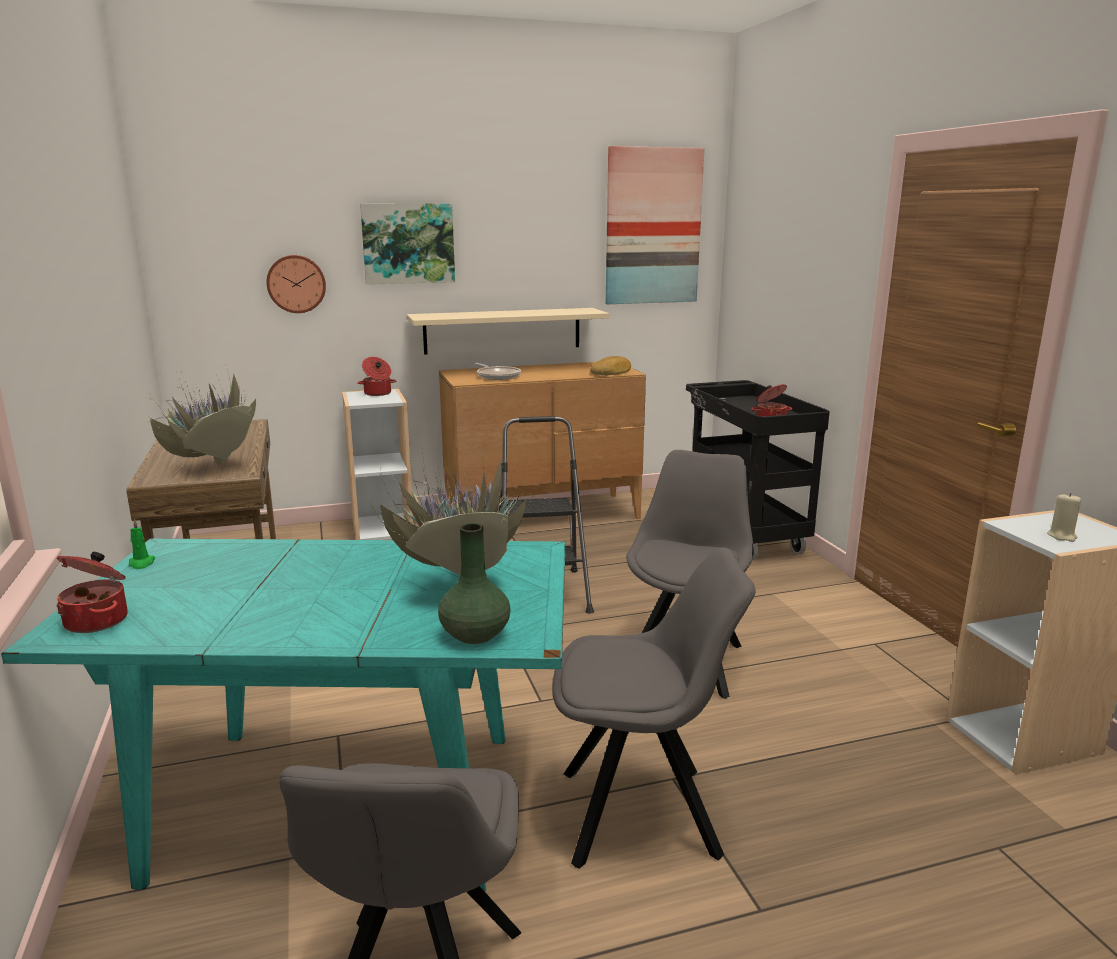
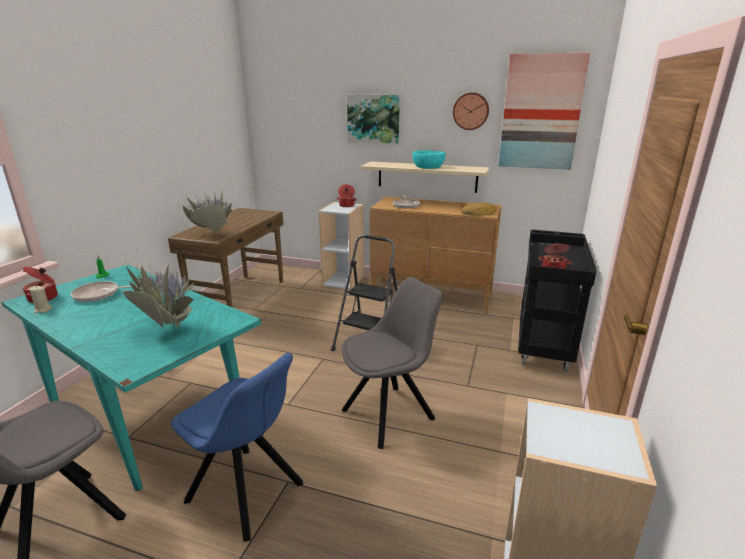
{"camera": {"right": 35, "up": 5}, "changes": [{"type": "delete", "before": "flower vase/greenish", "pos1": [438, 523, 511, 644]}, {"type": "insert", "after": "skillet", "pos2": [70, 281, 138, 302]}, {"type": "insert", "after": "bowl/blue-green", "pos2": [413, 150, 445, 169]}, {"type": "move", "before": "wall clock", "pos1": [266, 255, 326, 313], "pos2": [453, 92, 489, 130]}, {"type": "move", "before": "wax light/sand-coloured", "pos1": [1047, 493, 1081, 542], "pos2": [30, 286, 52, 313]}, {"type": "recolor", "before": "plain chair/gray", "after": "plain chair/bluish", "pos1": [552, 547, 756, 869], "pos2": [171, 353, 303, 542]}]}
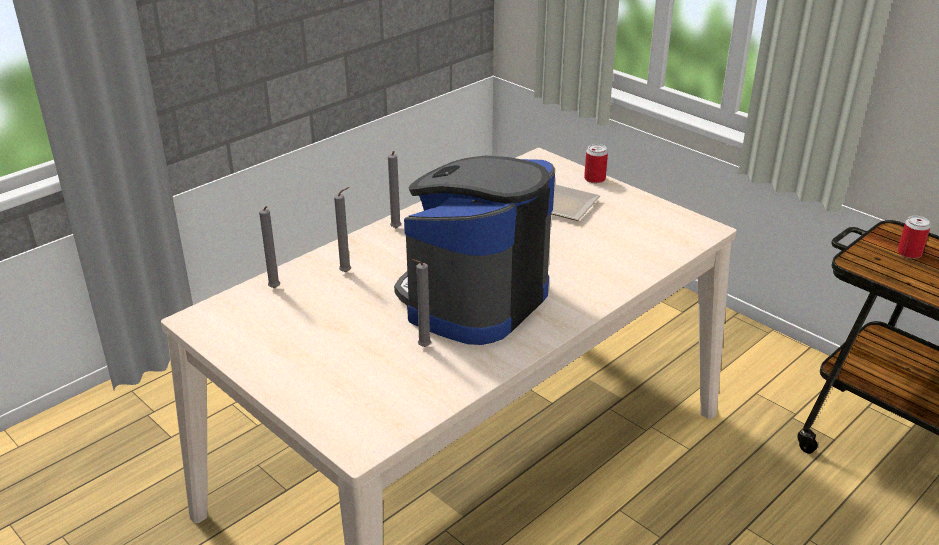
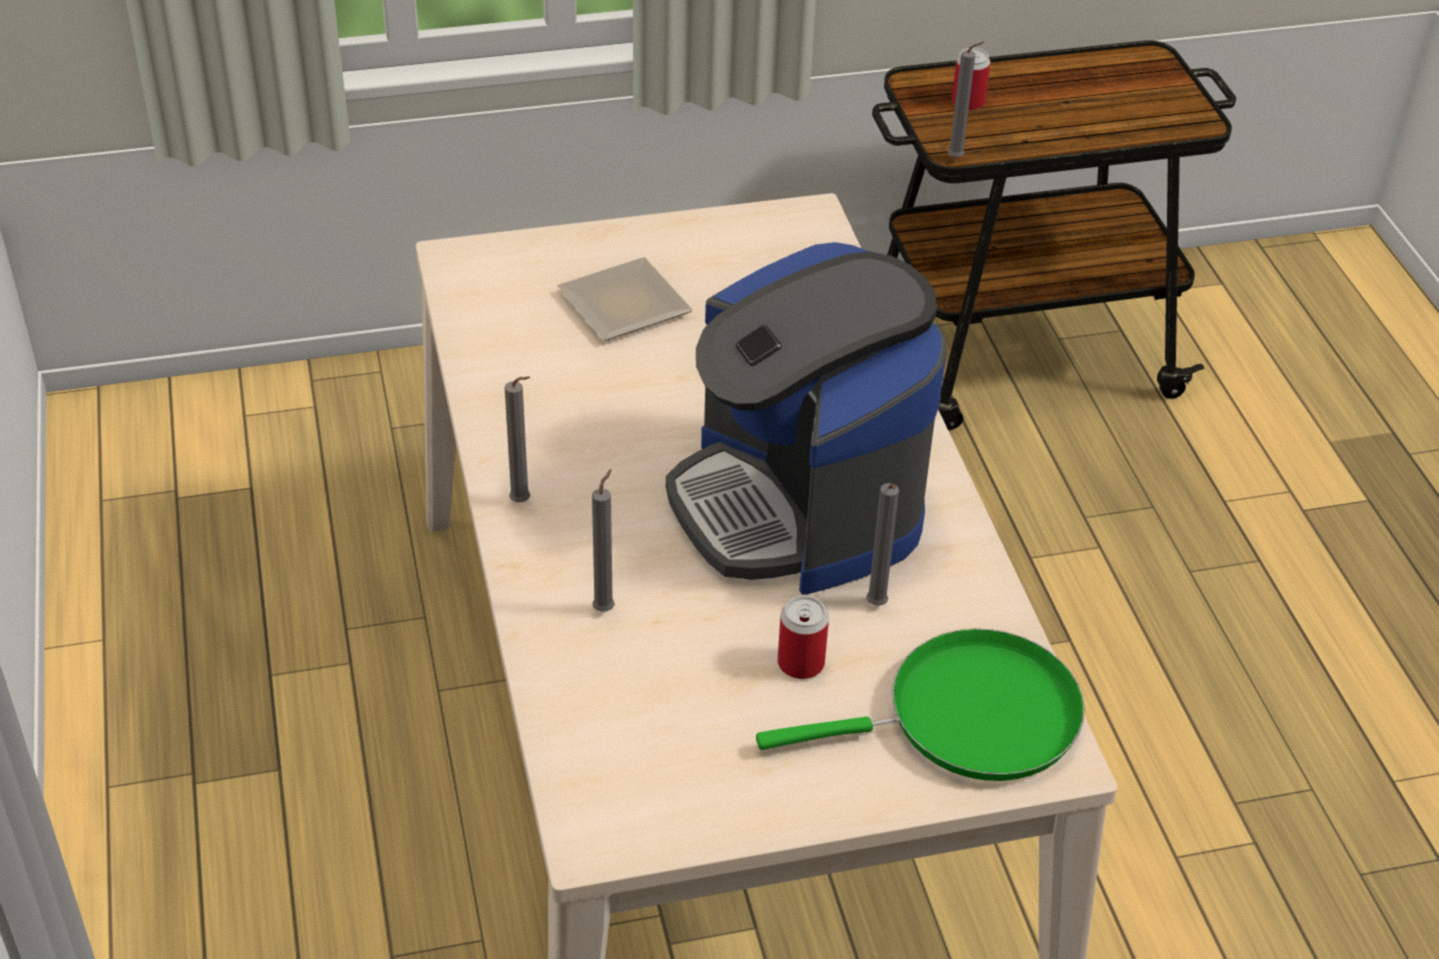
{"camera": {"right": -60, "up": 10}, "changes": [{"type": "insert", "after": "skillet/greenish", "pos2": [756, 629, 1085, 781]}, {"type": "move", "before": "wax light/gray", "pos1": [259, 206, 280, 288], "pos2": [948, 42, 985, 158]}, {"type": "move", "before": "metal can", "pos1": [584, 144, 608, 183], "pos2": [778, 596, 829, 679]}]}
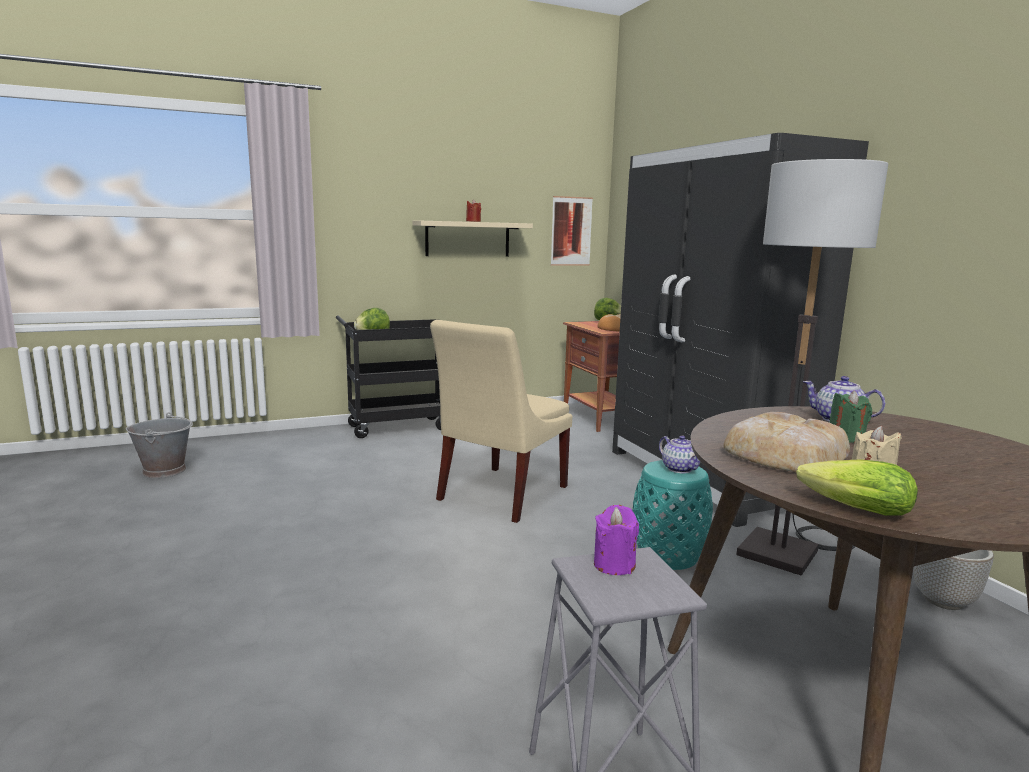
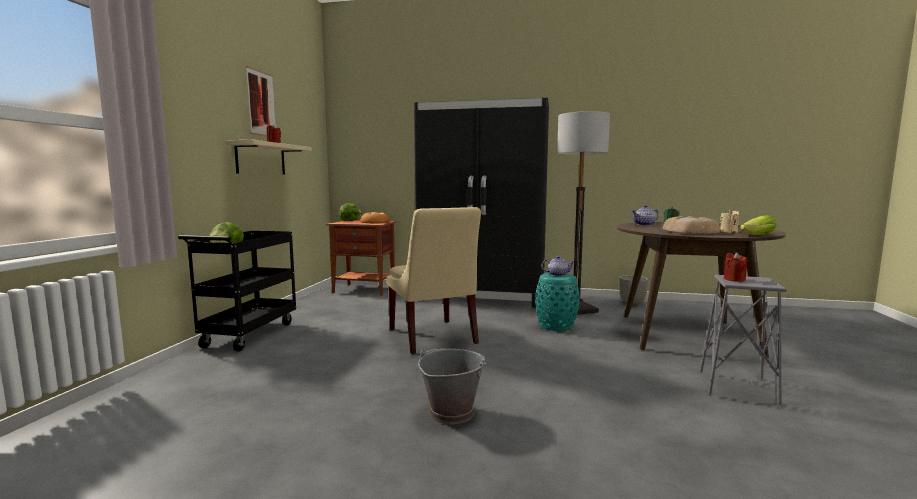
{"camera": {"right": -55, "up": -5}, "changes": [{"type": "move", "before": "pail/gray", "pos1": [126, 412, 193, 478], "pos2": [418, 349, 487, 424]}, {"type": "move", "before": "picture", "pos1": [550, 196, 593, 266], "pos2": [246, 66, 276, 136]}, {"type": "recolor", "before": "wax light/purple", "after": "wax light/reddish", "pos1": [594, 505, 639, 575], "pos2": [724, 252, 748, 282]}]}
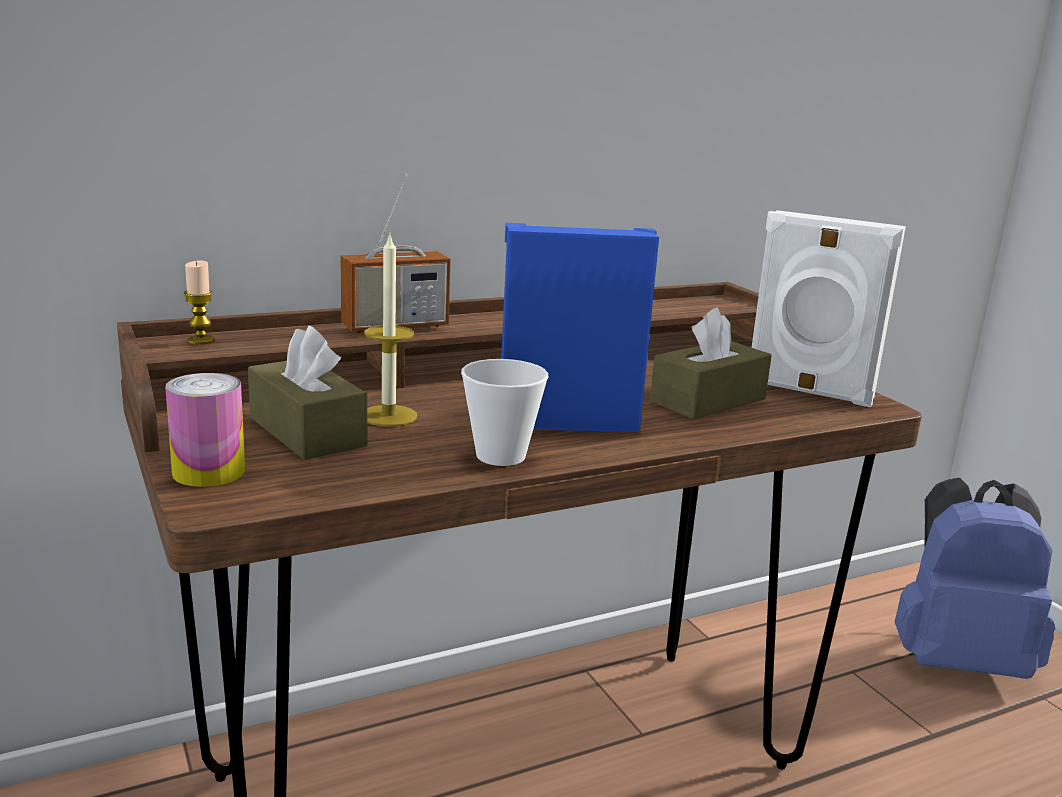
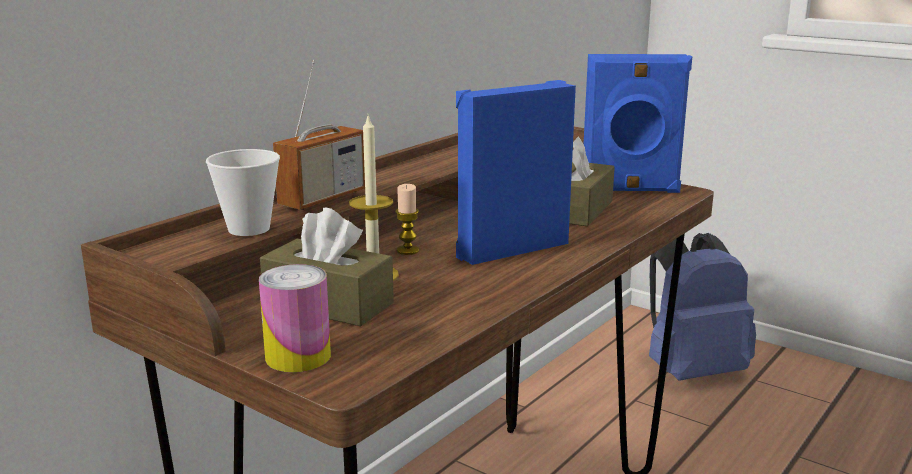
{"camera": {"right": -25, "up": 0}, "changes": [{"type": "move", "before": "wax light", "pos1": [184, 261, 215, 345], "pos2": [396, 184, 419, 255]}, {"type": "move", "before": "small cup", "pos1": [461, 359, 548, 466], "pos2": [206, 149, 280, 236]}, {"type": "recolor", "before": "loudspeaker/white", "after": "loudspeaker/bluish", "pos1": [752, 210, 906, 407], "pos2": [584, 54, 692, 193]}]}
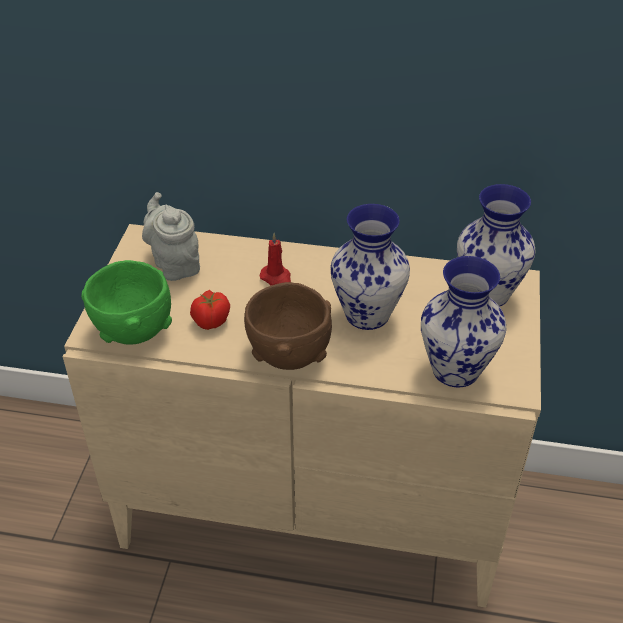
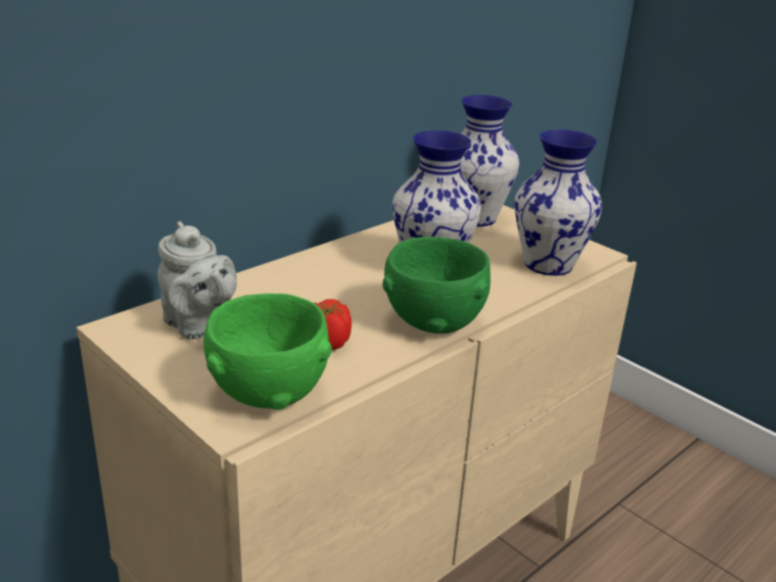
{"camera": {"right": -55, "up": -15}, "changes": [{"type": "delete", "before": "wax light/reddish", "pos1": [260, 233, 291, 286]}, {"type": "recolor", "before": "bowl/brown-coloured", "after": "bowl/greenish", "pos1": [244, 282, 332, 370], "pos2": [383, 236, 491, 334]}, {"type": "rotate", "before": "teapot/gray", "pos1": [142, 192, 200, 281], "pos2": [158, 221, 237, 339], "turn": -135}]}
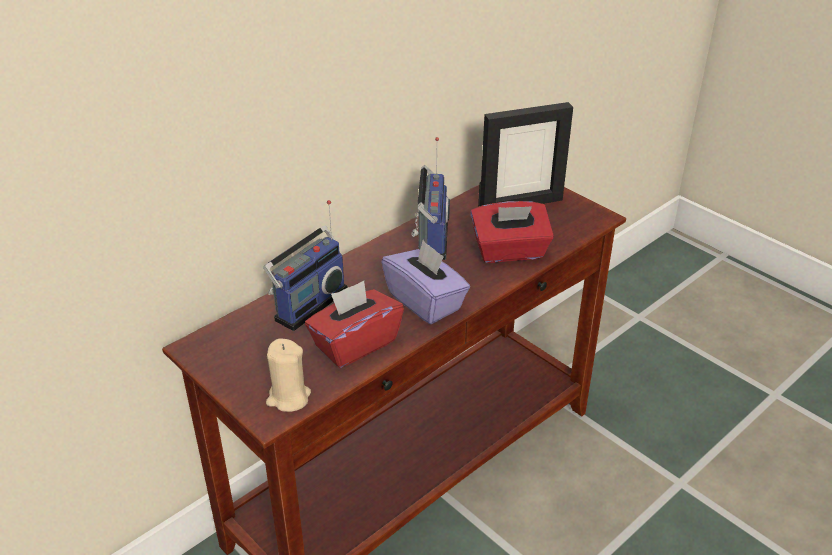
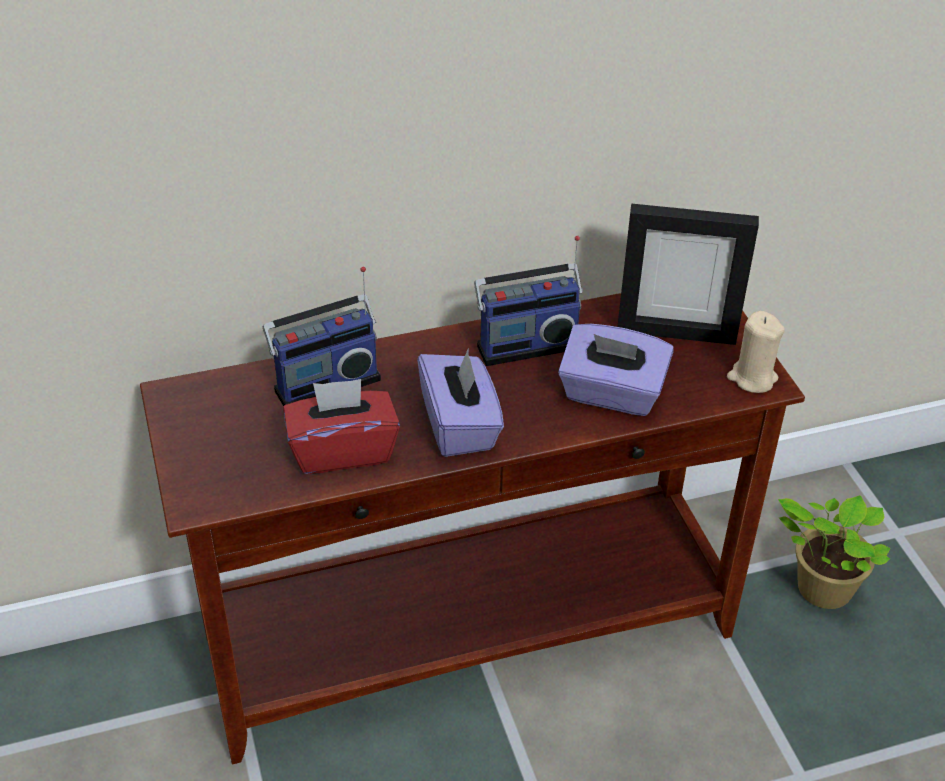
{"camera": {"right": 25, "up": 5}, "changes": [{"type": "insert", "after": "plant in a pot", "pos2": [778, 495, 890, 609]}, {"type": "move", "before": "wax light/sand-coloured", "pos1": [266, 339, 311, 412], "pos2": [727, 311, 785, 393]}, {"type": "recolor", "before": "tissue box/reddish", "after": "tissue box/purple", "pos1": [470, 201, 554, 263], "pos2": [558, 324, 674, 416]}, {"type": "rotate", "before": "radio receiver", "pos1": [411, 137, 450, 260], "pos2": [474, 236, 583, 366], "turn": 45}]}
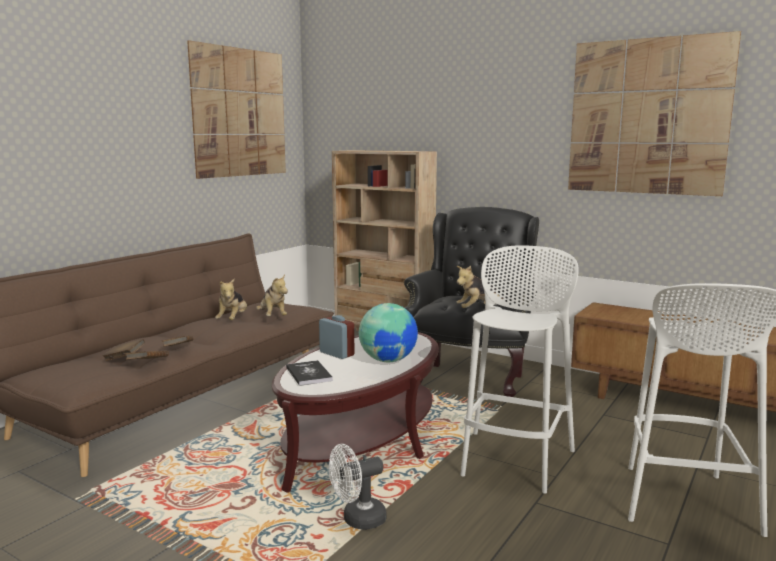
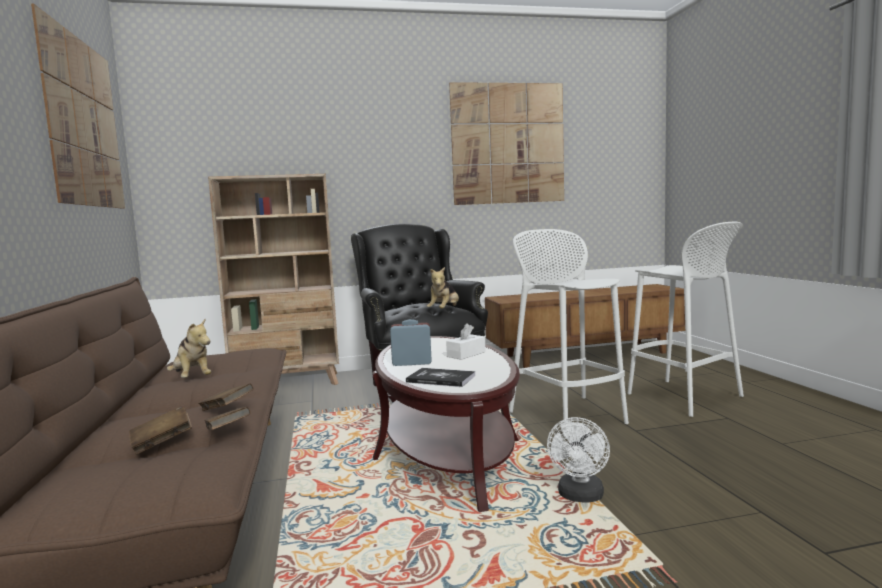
{"camera": {"right": -45, "up": -5}, "changes": [{"type": "delete", "before": "cuddly toy", "pos1": [256, 274, 288, 316]}, {"type": "replace", "before": "globe", "after": "tissue box/white", "pos1": [359, 303, 418, 362], "pos2": [446, 323, 486, 360]}]}
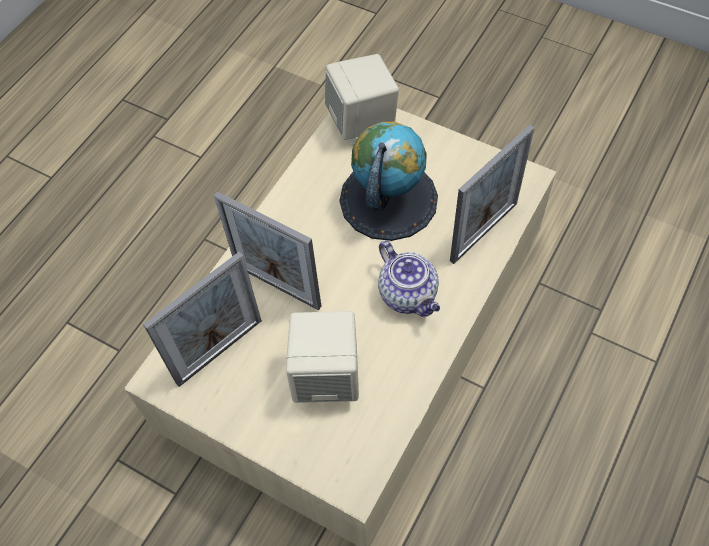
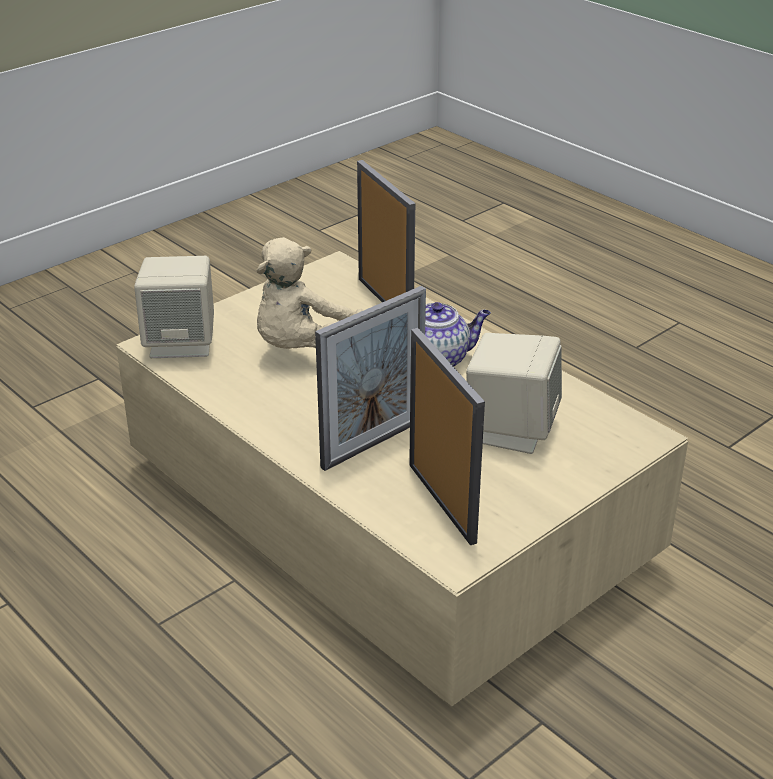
{"camera": {"right": -75, "up": -25}, "changes": [{"type": "replace", "before": "globe", "after": "cuddly toy/sand-coloured", "pos1": [339, 122, 438, 241], "pos2": [256, 237, 364, 349]}]}
